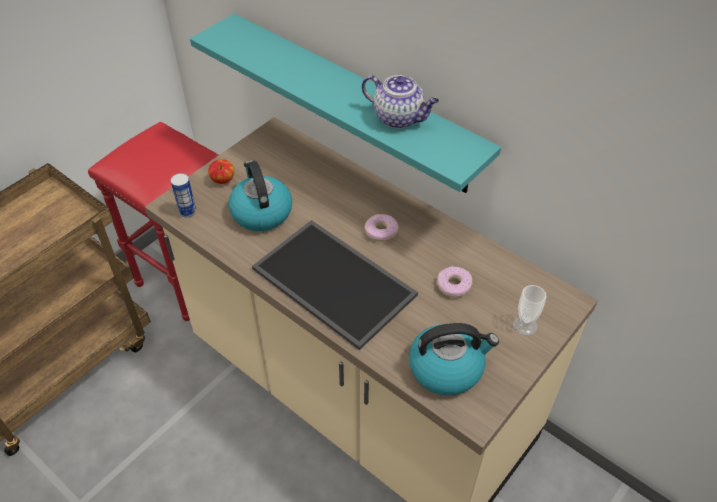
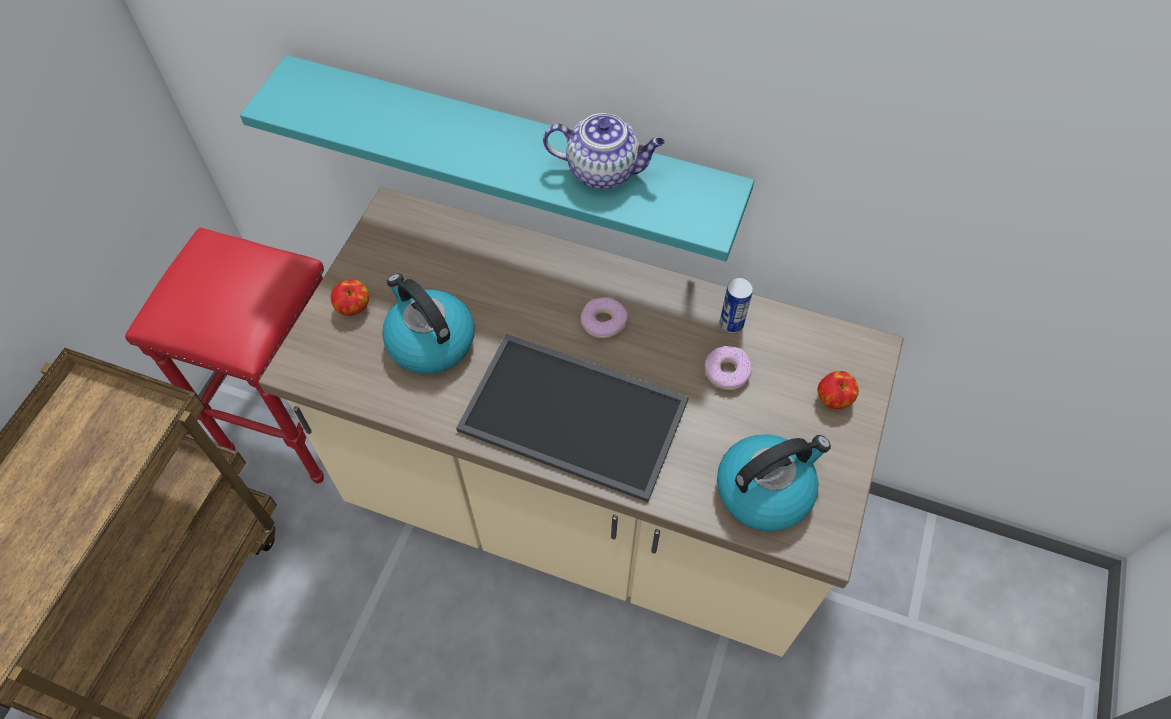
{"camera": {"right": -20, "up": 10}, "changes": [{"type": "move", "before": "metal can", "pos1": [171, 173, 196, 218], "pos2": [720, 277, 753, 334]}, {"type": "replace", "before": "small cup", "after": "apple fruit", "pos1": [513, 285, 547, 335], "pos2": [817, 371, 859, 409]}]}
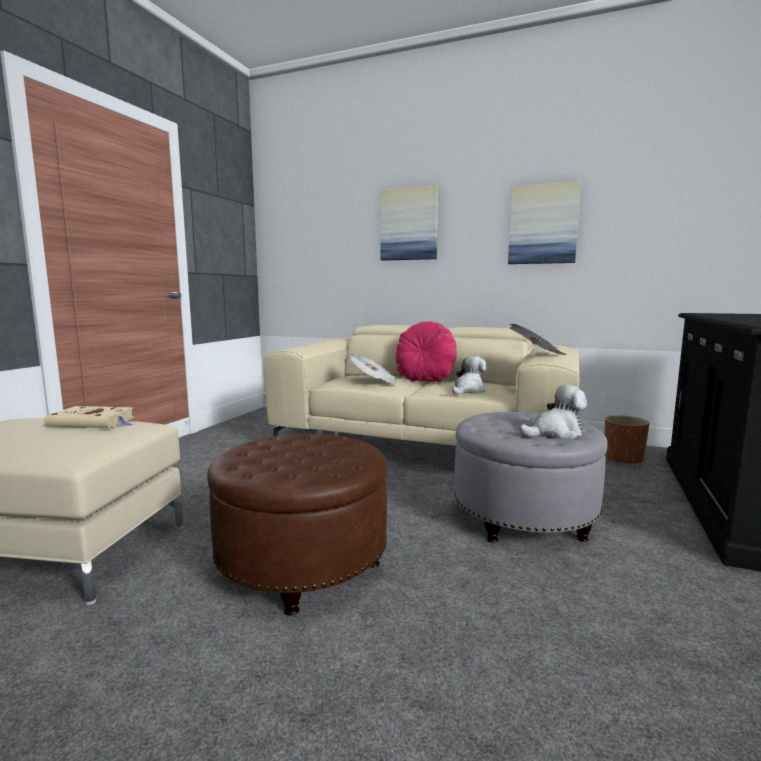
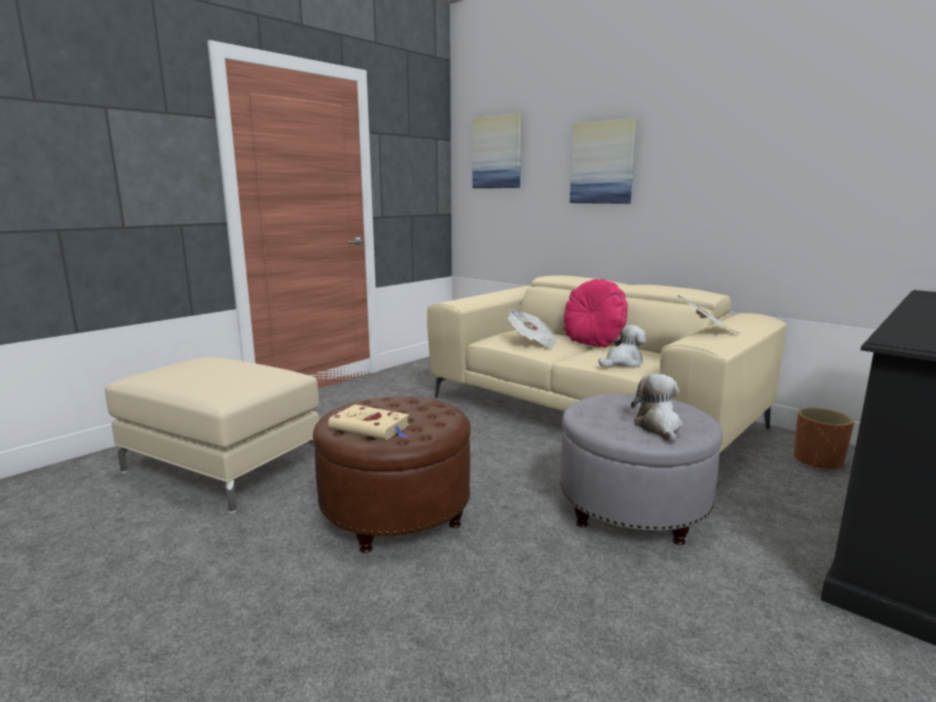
{"camera": {"right": 20, "up": 5}, "changes": [{"type": "move", "before": "volume/sand-coloured", "pos1": [44, 406, 134, 428], "pos2": [328, 405, 410, 440]}, {"type": "move", "before": "picture", "pos1": [508, 181, 581, 264], "pos2": [472, 113, 522, 188]}, {"type": "rotate", "before": "cuddly toy", "pos1": [520, 385, 587, 439], "pos2": [631, 374, 682, 443], "turn": -90}]}
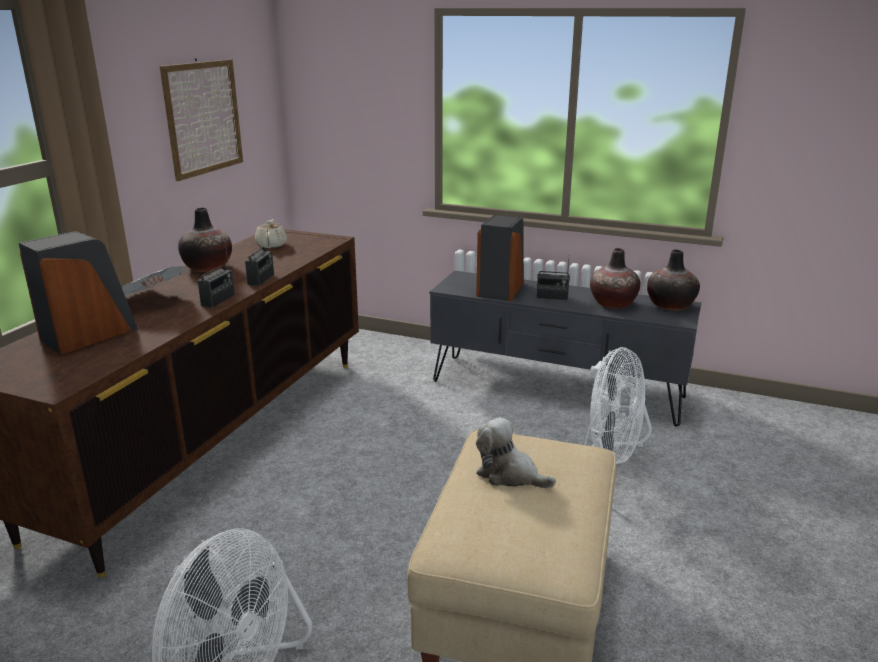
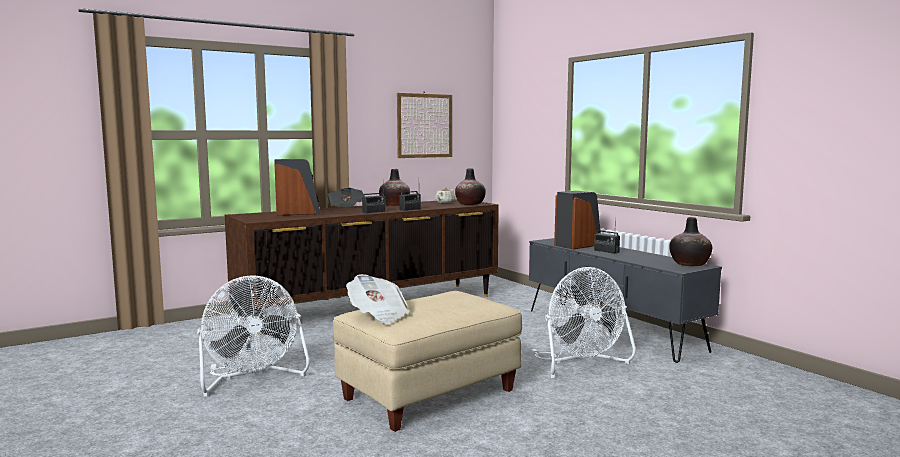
{"camera": {"right": 35, "up": -15}, "changes": [{"type": "delete", "before": "cuddly toy", "pos1": [476, 417, 556, 488]}, {"type": "insert", "after": "newspaper", "pos2": [346, 274, 410, 324]}, {"type": "move", "before": "flower vase", "pos1": [590, 248, 640, 309], "pos2": [455, 168, 486, 205]}]}
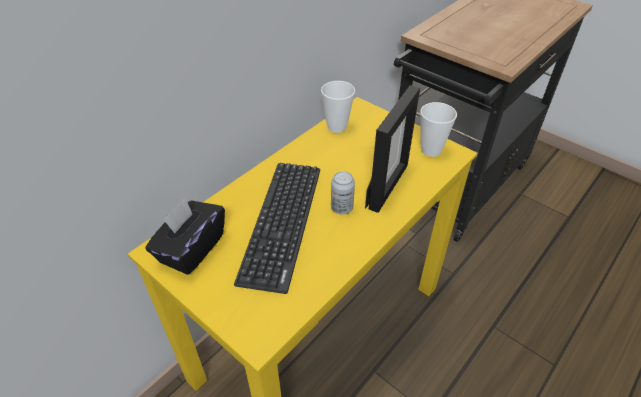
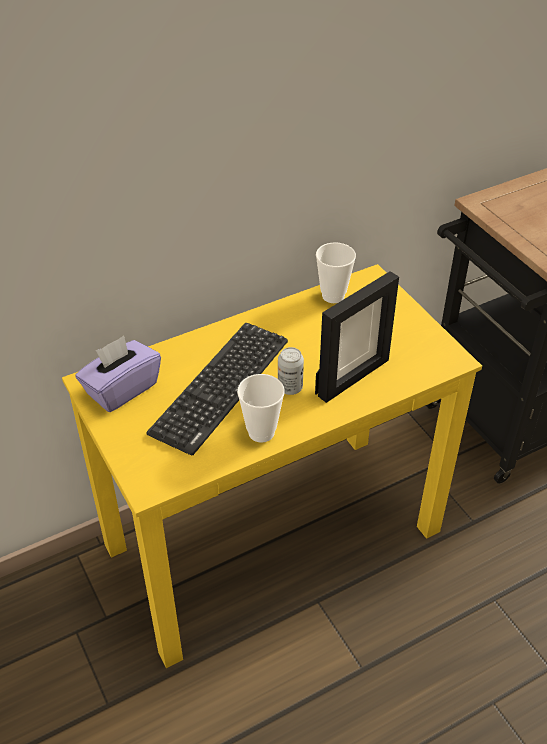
{"camera": {"right": 20, "up": 0}, "changes": [{"type": "move", "before": "small cup", "pos1": [420, 102, 457, 157], "pos2": [237, 374, 285, 443]}, {"type": "recolor", "before": "tissue box/black", "after": "tissue box/purple", "pos1": [145, 198, 225, 275], "pos2": [75, 336, 161, 412]}]}
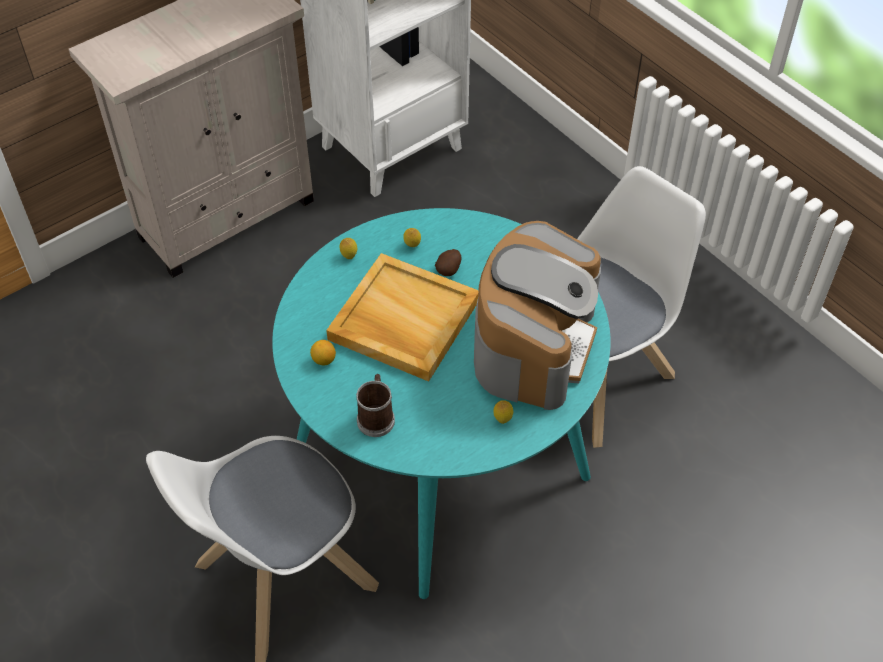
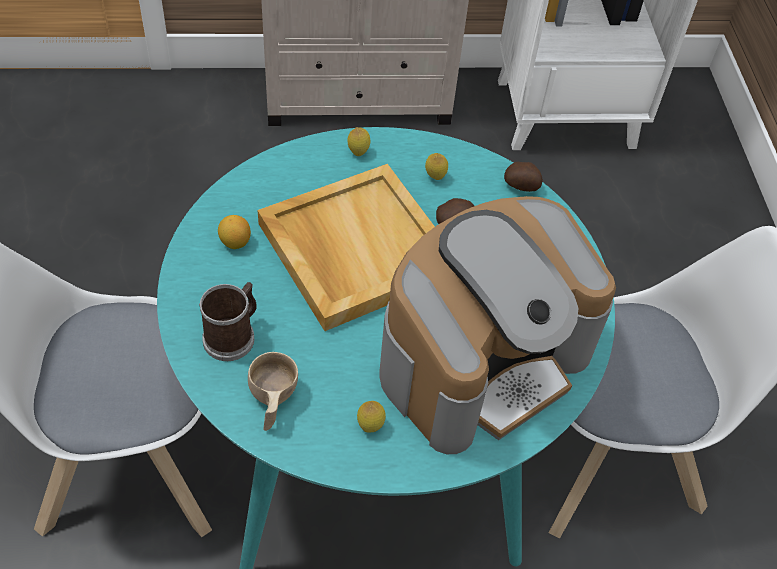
{"camera": {"right": 30, "up": 0}, "changes": [{"type": "insert", "after": "small cup/sand-coloured", "pos2": [248, 352, 298, 431]}, {"type": "insert", "after": "whole potato", "pos2": [504, 162, 543, 192]}]}
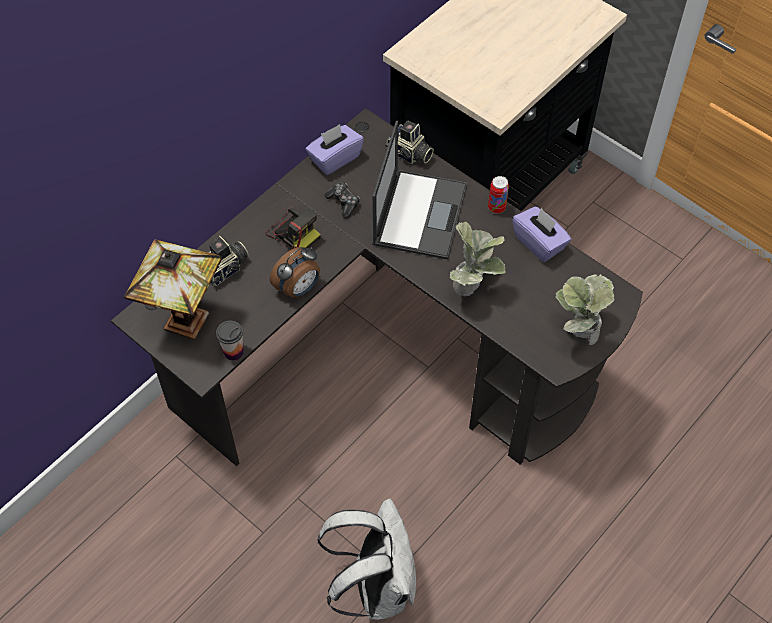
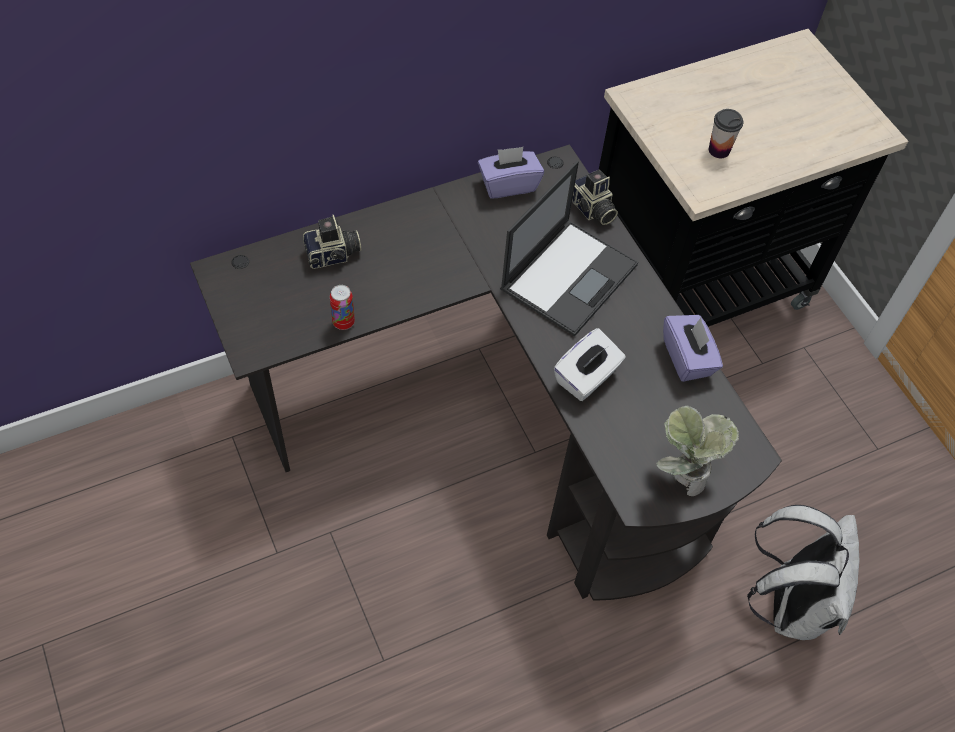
{"camera": {"right": 20, "up": 0}, "changes": [{"type": "delete", "before": "lamp for a table", "pos1": [124, 239, 222, 340]}, {"type": "delete", "before": "photo camera", "pos1": [265, 206, 321, 250]}, {"type": "delete", "before": "alarm clock", "pos1": [270, 247, 320, 298]}, {"type": "delete", "before": "gamepad", "pos1": [324, 182, 360, 218]}, {"type": "move", "before": "small cup", "pos1": [216, 321, 244, 361], "pos2": [709, 109, 743, 158]}, {"type": "move", "before": "rucksack/white", "pos1": [317, 499, 416, 620], "pos2": [747, 505, 859, 640]}, {"type": "move", "before": "metal can", "pos1": [488, 176, 509, 214], "pos2": [330, 285, 355, 330]}, {"type": "replace", "before": "plant in a pot", "after": "tissue box/white", "pos1": [449, 222, 506, 296], "pos2": [554, 328, 626, 401]}]}
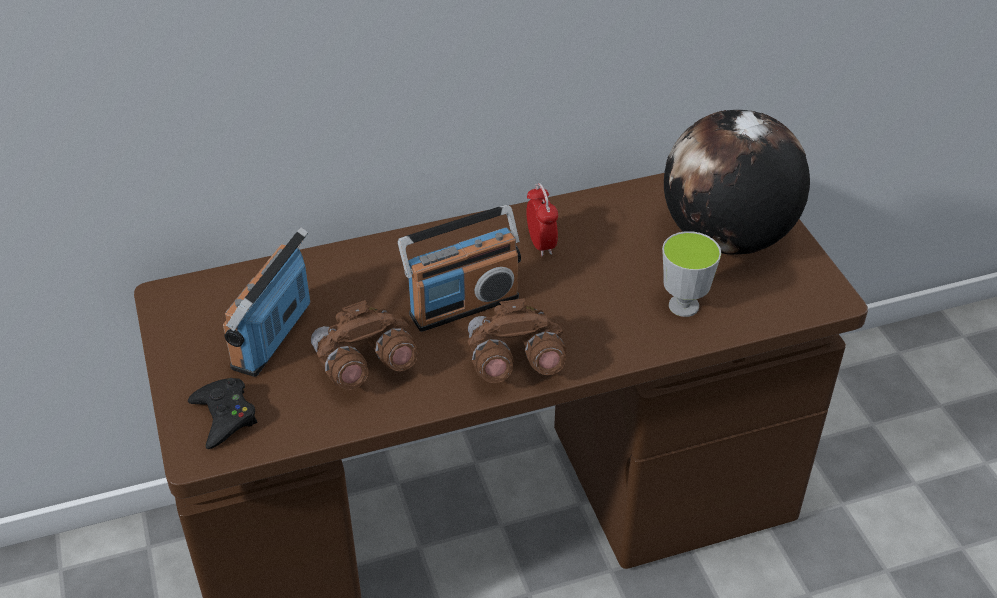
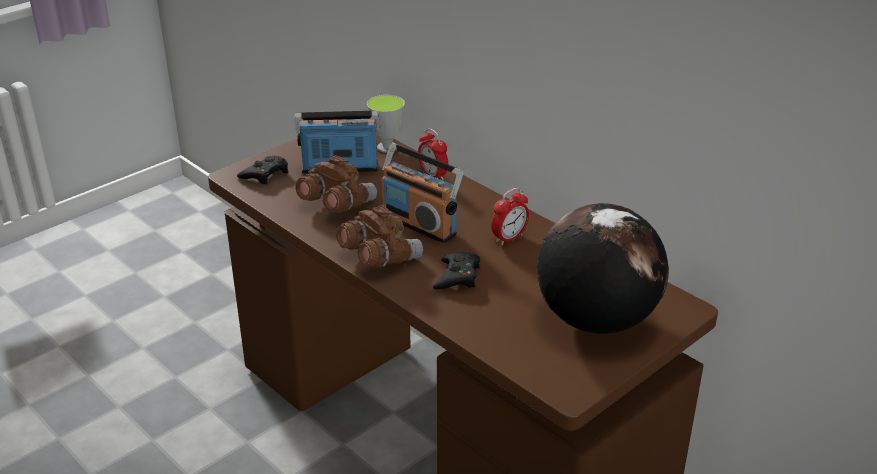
{"camera": {"right": 65, "up": -10}, "changes": [{"type": "insert", "after": "alarm clock", "pos2": [418, 128, 448, 180]}, {"type": "insert", "after": "gamepad/black", "pos2": [433, 252, 480, 290]}, {"type": "move", "before": "small cup", "pos1": [662, 231, 721, 317], "pos2": [367, 95, 405, 153]}]}
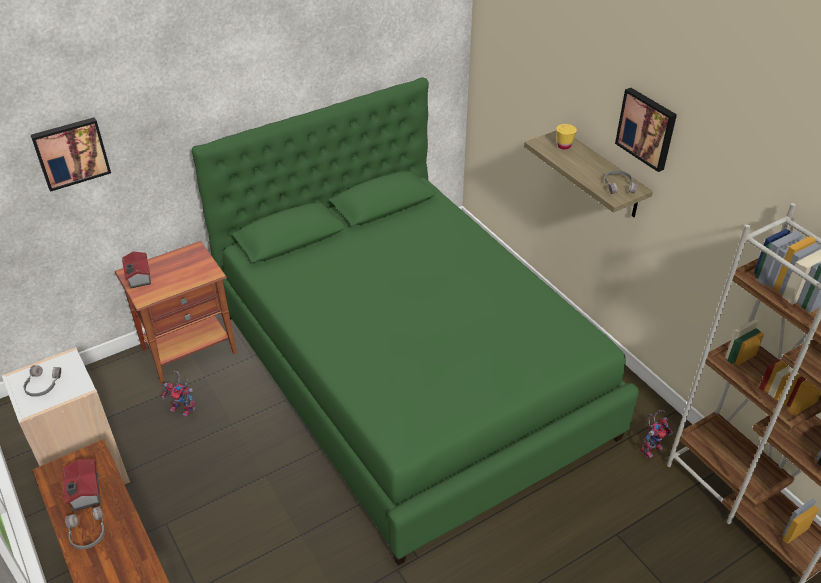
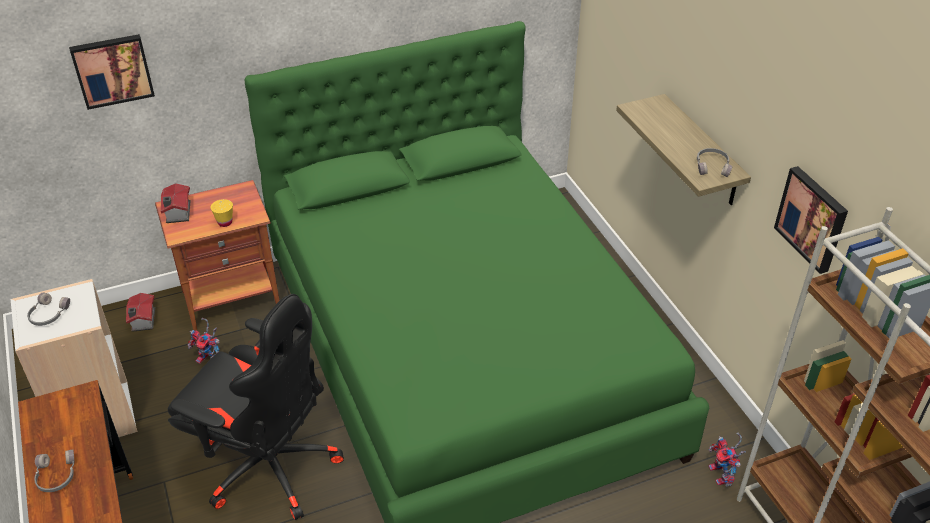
{"camera": {"right": 10, "up": 0}, "changes": [{"type": "insert", "after": "office chair/black", "pos2": [168, 294, 344, 520]}, {"type": "move", "before": "toy house", "pos1": [62, 459, 101, 512], "pos2": [126, 293, 155, 332]}, {"type": "move", "before": "small cup/yellowish", "pos1": [556, 124, 577, 150], "pos2": [210, 199, 233, 227]}, {"type": "move", "before": "picture", "pos1": [615, 88, 677, 172], "pos2": [774, 166, 848, 274]}, {"type": "rotate", "before": "toy robot", "pos1": [640, 410, 673, 459], "pos2": [708, 432, 746, 487], "turn": 105}]}
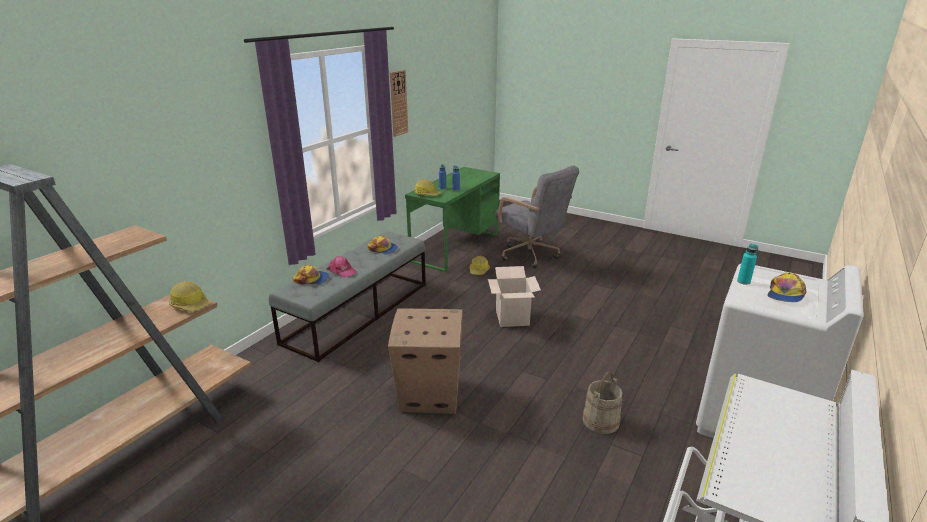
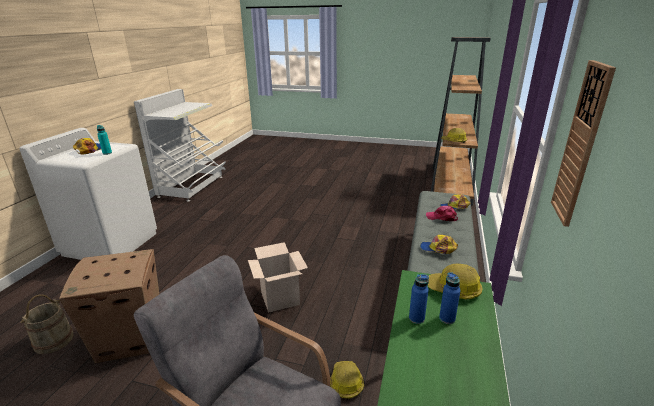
{"camera": {"right": 165, "up": 0}, "changes": [{"type": "move", "before": "carton", "pos1": [388, 308, 463, 414], "pos2": [59, 249, 159, 363]}, {"type": "move", "before": "pail/sand-coloured", "pos1": [582, 371, 622, 434], "pos2": [21, 294, 74, 354]}]}
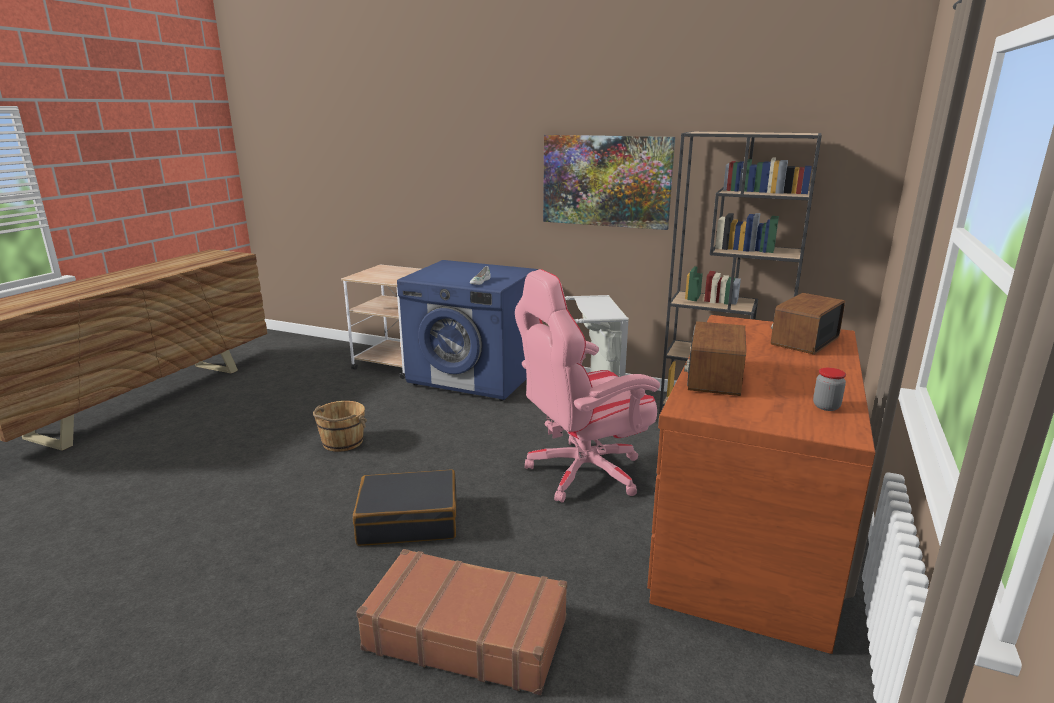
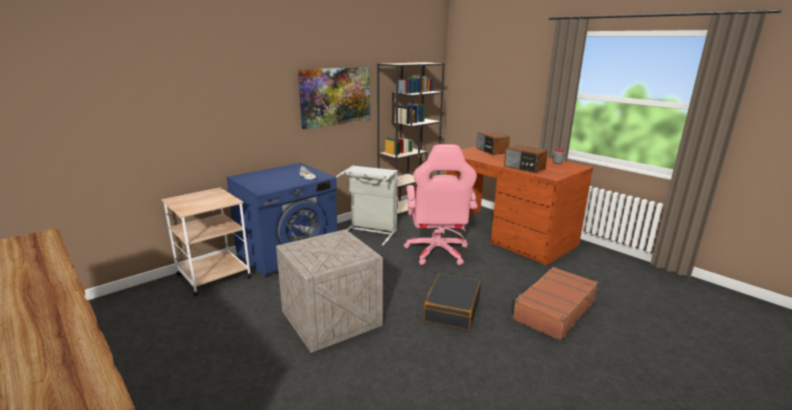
{"camera": {"right": -65, "up": 0}, "changes": [{"type": "replace", "before": "pail/brown-coloured", "after": "packing crate", "pos1": [313, 401, 367, 452], "pos2": [276, 229, 383, 353]}]}
